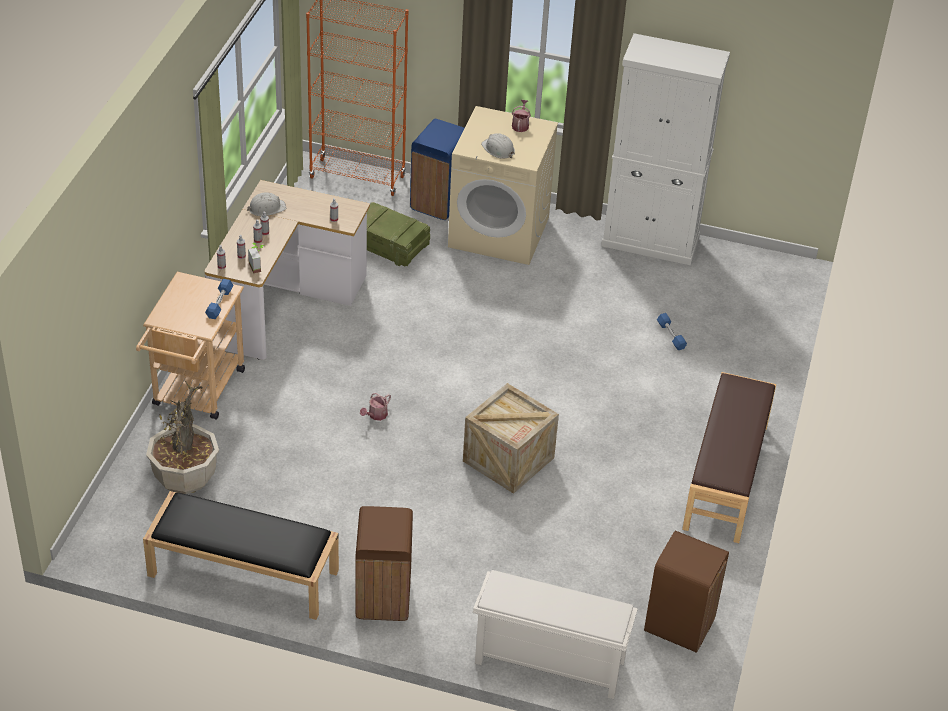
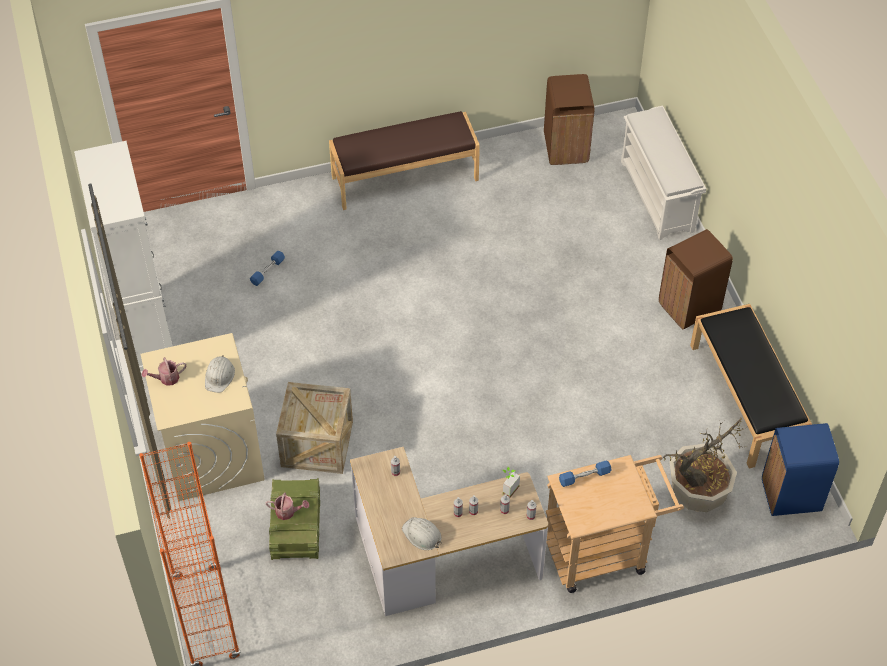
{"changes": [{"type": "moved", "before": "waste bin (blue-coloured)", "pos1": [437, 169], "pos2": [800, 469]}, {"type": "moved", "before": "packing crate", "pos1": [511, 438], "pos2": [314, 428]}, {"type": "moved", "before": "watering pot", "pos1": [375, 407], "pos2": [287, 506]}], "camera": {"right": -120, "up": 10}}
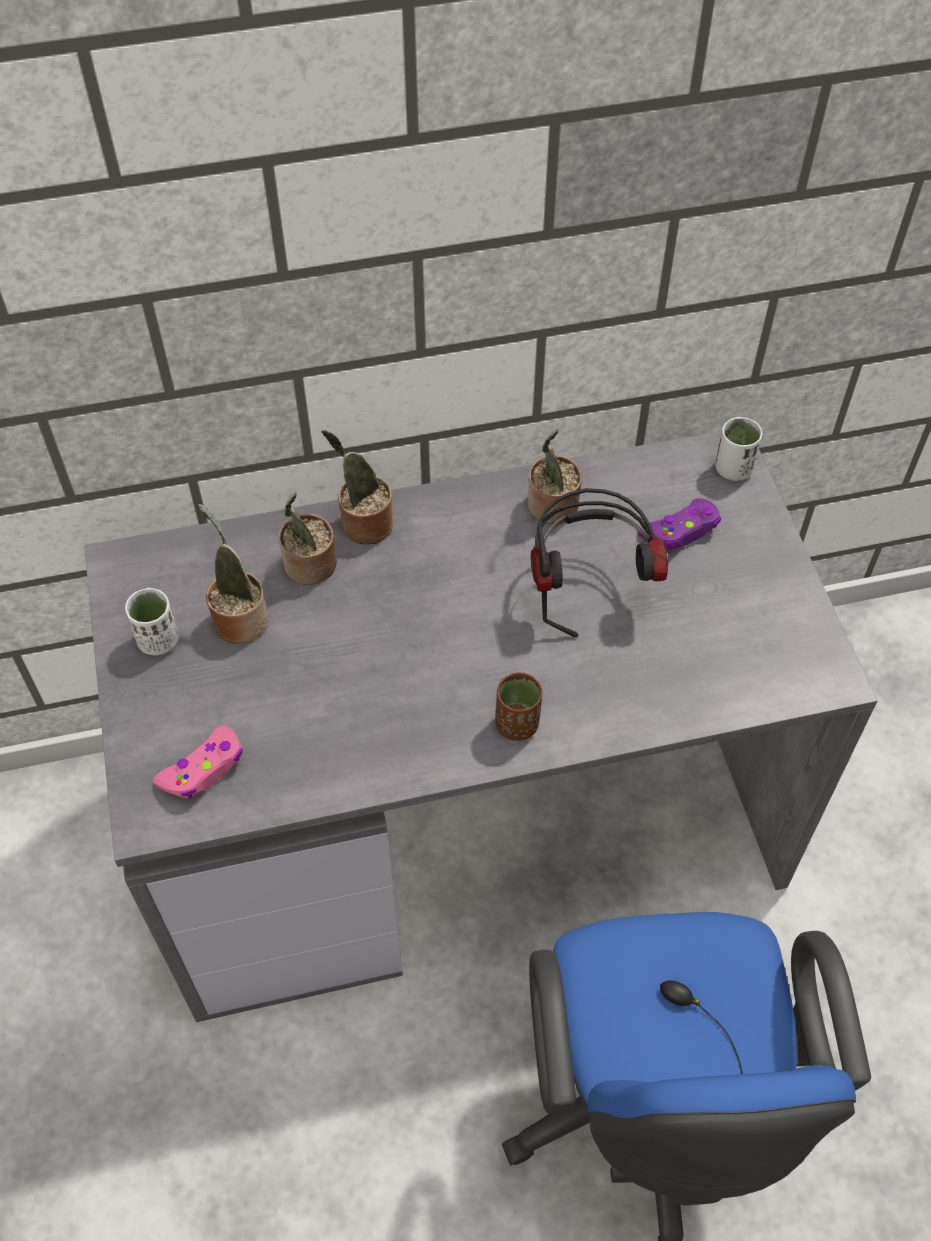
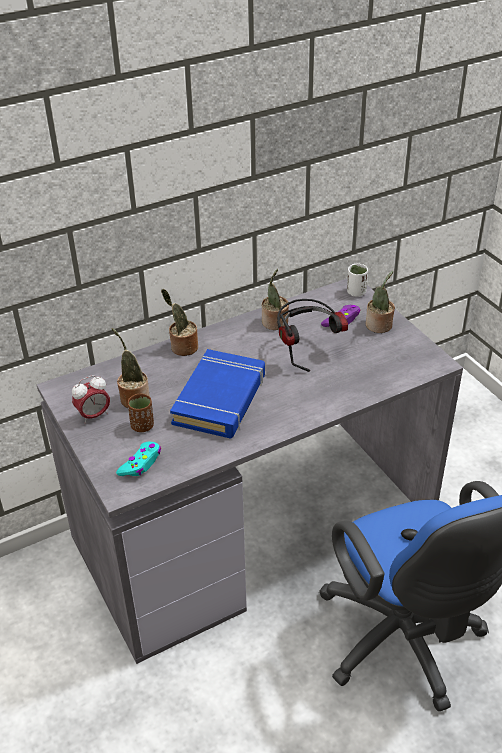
{"changes": [{"type": "moved", "before": "potted plant", "pos1": [308, 538], "pos2": [380, 302]}, {"type": "replaced", "before": "cup (whitish)", "after": "bedside clock", "pos1": [151, 621], "pos2": [91, 399]}, {"type": "moved", "before": "cup (brown)", "pos1": [518, 706], "pos2": [141, 413]}, {"type": "recoloured", "before": "gamepad (pink-coloured)", "after": "gamepad (turquoise-coloured)", "pos1": [198, 762], "pos2": [138, 459]}, {"type": "added", "after": "book (blue-coloured)", "pos2": [217, 393]}], "camera": {"right": -15, "up": -15}}
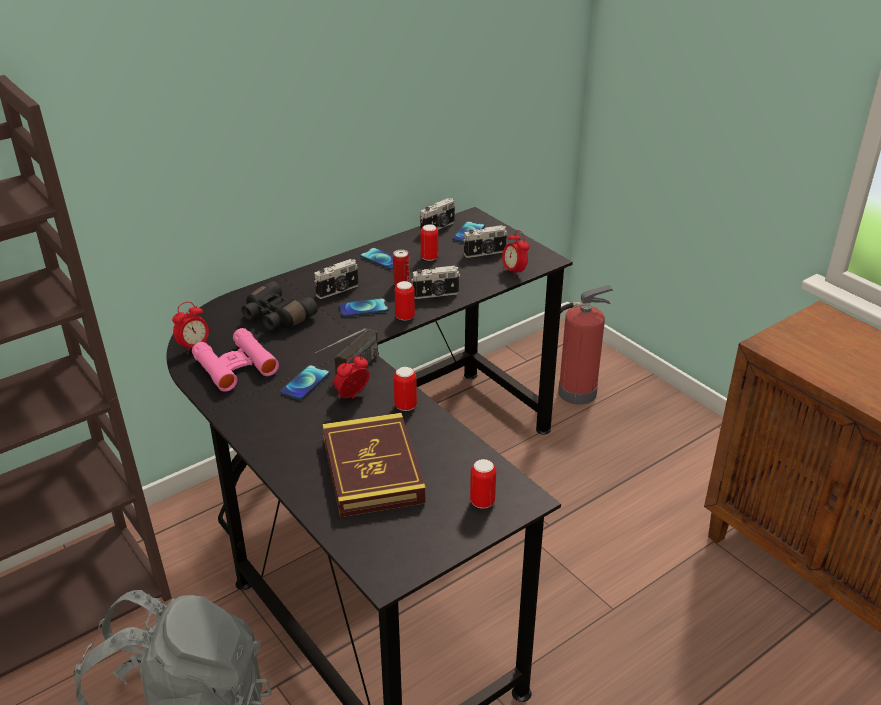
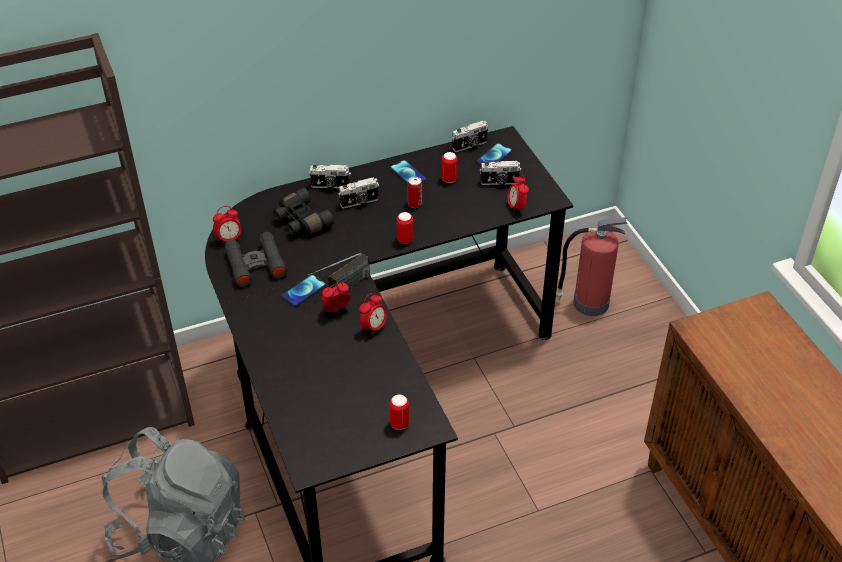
{"changes": [{"type": "moved", "before": "photo camera", "pos1": [436, 282], "pos2": [330, 176]}, {"type": "removed", "before": "telephone", "pos1": [363, 307]}, {"type": "recoloured", "before": "field glasses (pink-coloured)", "after": "field glasses (blackish)", "pos1": [235, 360], "pos2": [255, 259]}, {"type": "replaced", "before": "sealed can", "after": "bedside clock", "pos1": [405, 389], "pos2": [373, 314]}, {"type": "removed", "before": "book", "pos1": [374, 465]}], "camera": {"right": 15, "up": 10}}
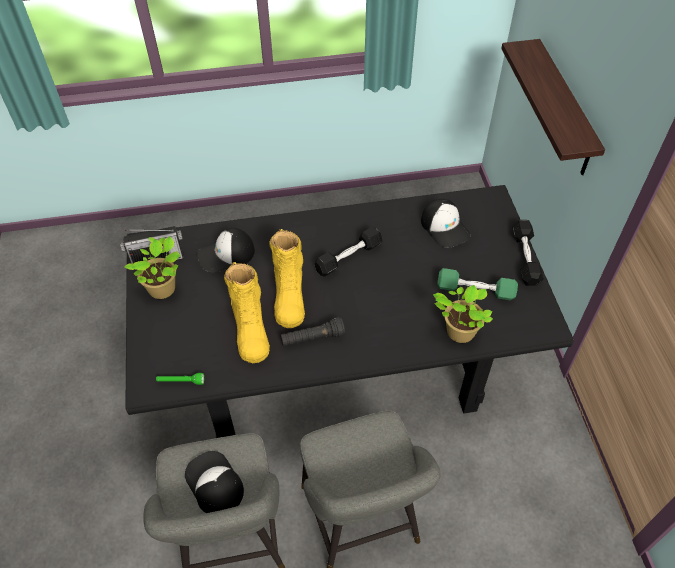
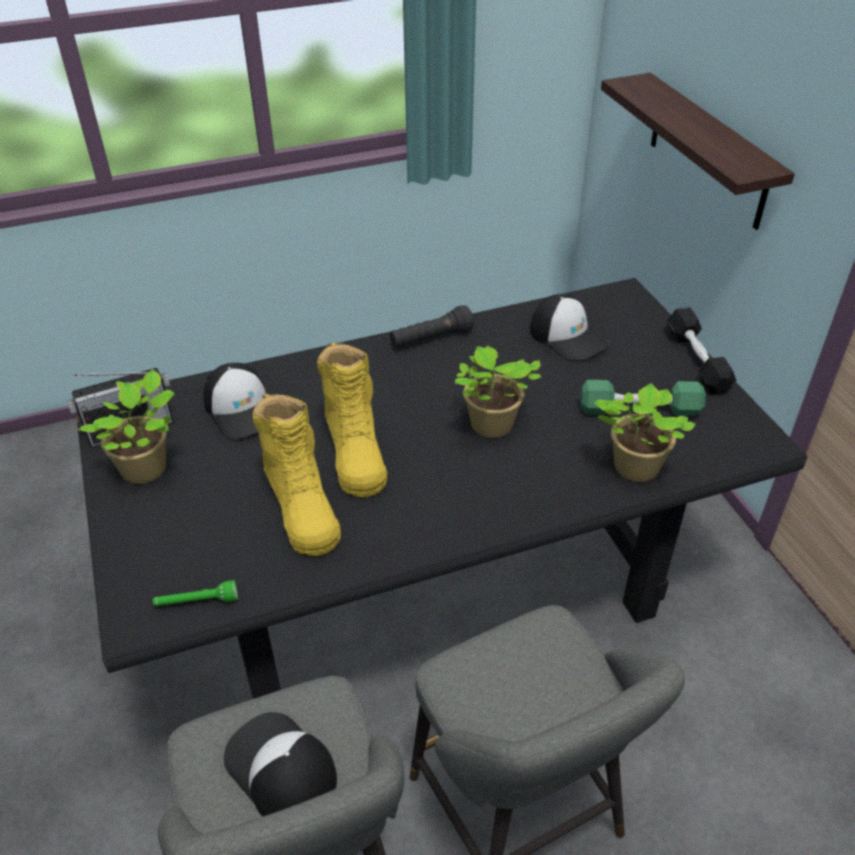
{"changes": [{"type": "removed", "before": "dumbbell (blackish)", "pos1": [348, 251]}, {"type": "turned", "before": "cap", "pos1": [226, 250], "pos2": [234, 401], "turn": -90}, {"type": "moved", "before": "hand torch (blackish)", "pos1": [312, 332], "pos2": [432, 326]}, {"type": "added", "after": "potted plant", "pos2": [498, 392]}], "camera": {"right": -10, "up": -10}}
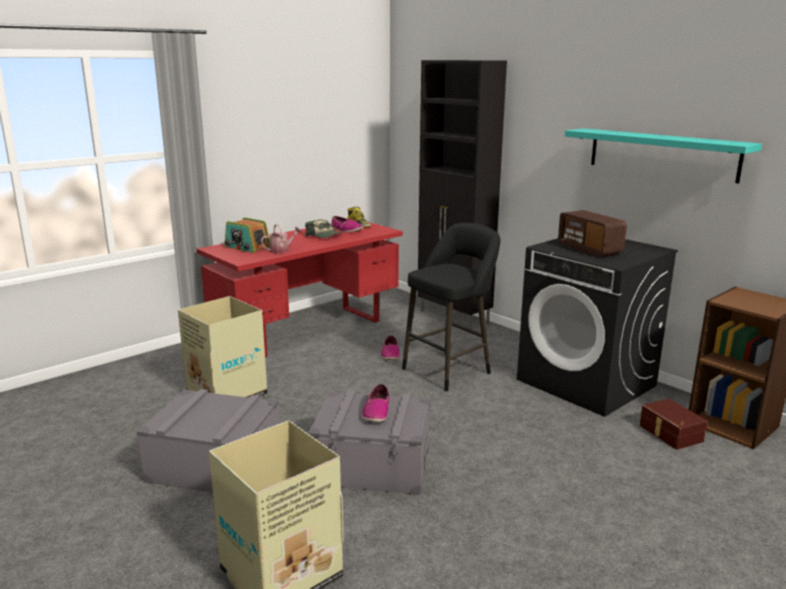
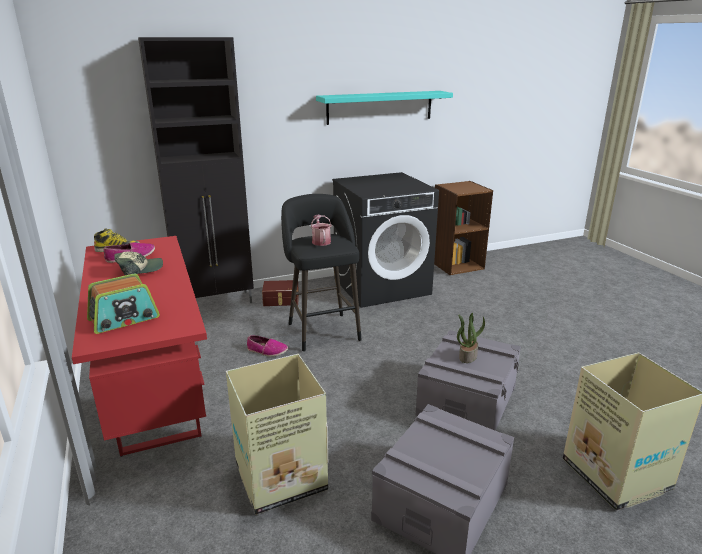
{"changes": [{"type": "removed", "before": "radio set", "pos1": [592, 233]}, {"type": "moved", "before": "watering pot", "pos1": [281, 239], "pos2": [321, 230]}, {"type": "replaced", "before": "item of footwear", "after": "potted plant", "pos1": [375, 403], "pos2": [471, 338]}, {"type": "moved", "before": "storage bin (brown)", "pos1": [673, 424], "pos2": [280, 293]}], "camera": {"right": -70, "up": 5}}
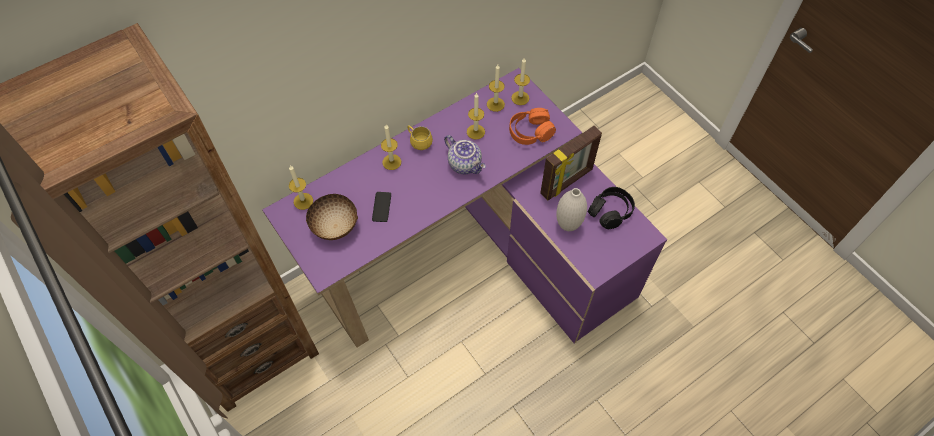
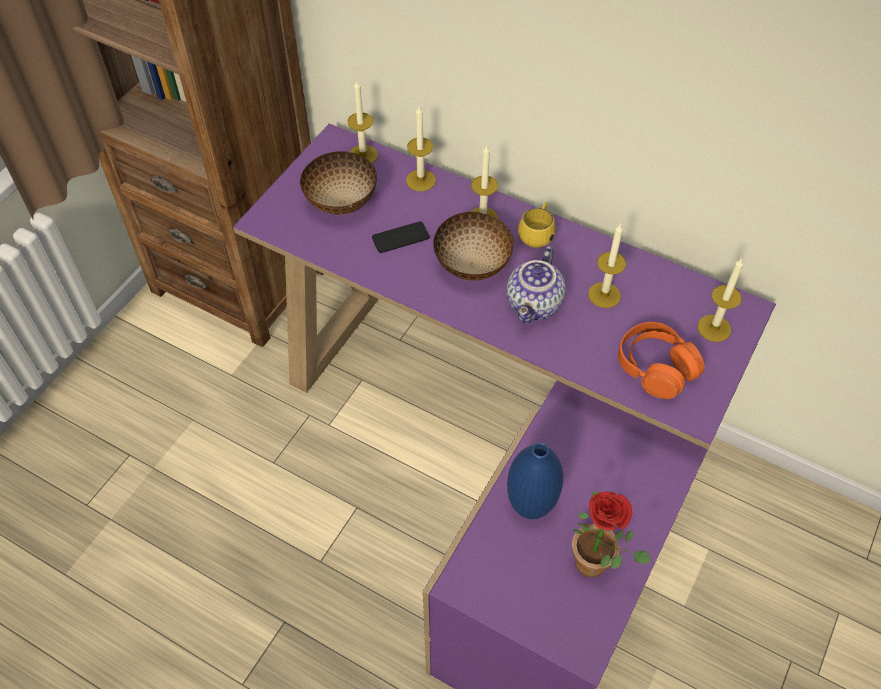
{"changes": [{"type": "moved", "before": "candle", "pos1": [496, 88], "pos2": [421, 148]}, {"type": "removed", "before": "picture frame", "pos1": [571, 163]}, {"type": "replaced", "before": "headphones (blackish)", "after": "potted plant", "pos1": [611, 208], "pos2": [611, 533]}, {"type": "recoloured", "before": "decorative vase (whitish)", "after": "decorative vase (blue-coloured)", "pos1": [571, 209], "pos2": [535, 481]}, {"type": "added", "after": "deep dish", "pos2": [473, 246]}], "camera": {"right": 65, "up": -5}}
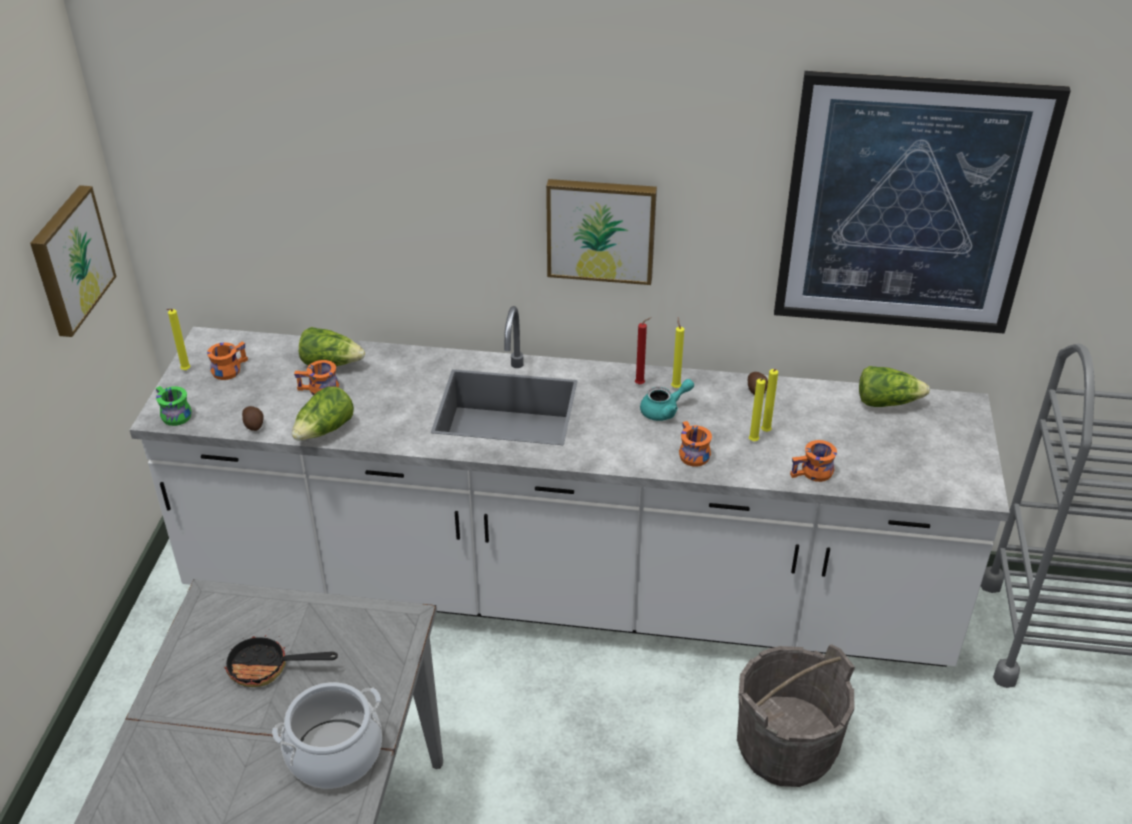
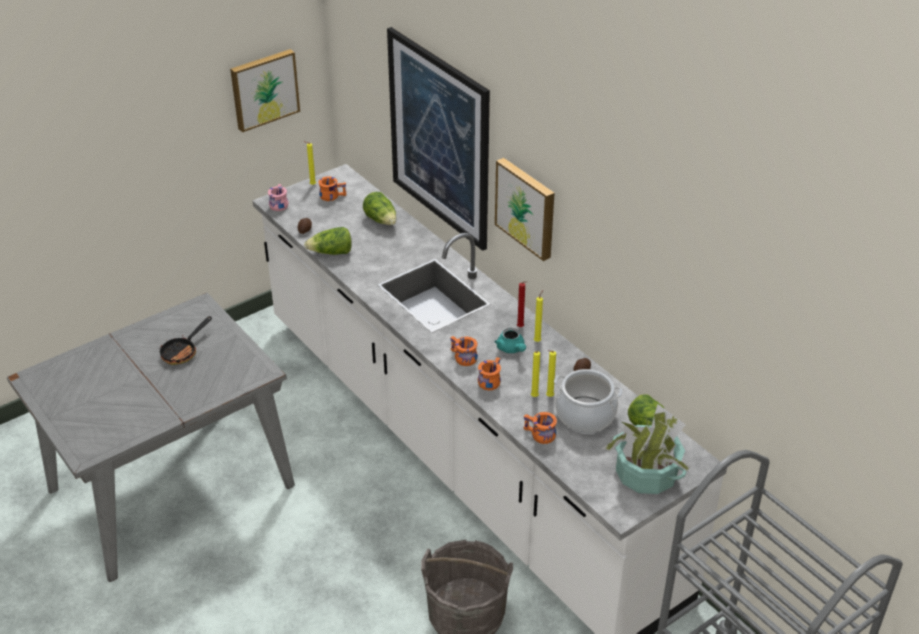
{"changes": [{"type": "moved", "before": "wall art", "pos1": [922, 202], "pos2": [438, 139]}, {"type": "moved", "before": "coffee mug (orange-coloured)", "pos1": [316, 377], "pos2": [464, 351]}, {"type": "turned", "before": "tea pot (turquoise-coloured)", "pos1": [667, 400], "pos2": [510, 340], "turn": 45}, {"type": "recoloured", "before": "coffee mug (green)", "after": "coffee mug (pink-coloured)", "pos1": [174, 406], "pos2": [278, 197]}, {"type": "turned", "before": "pan", "pos1": [281, 661], "pos2": [185, 340], "turn": -105}, {"type": "moved", "before": "saucepot", "pos1": [327, 735], "pos2": [588, 400]}, {"type": "added", "after": "potted plant", "pos2": [646, 449]}], "camera": {"right": 45, "up": 0}}
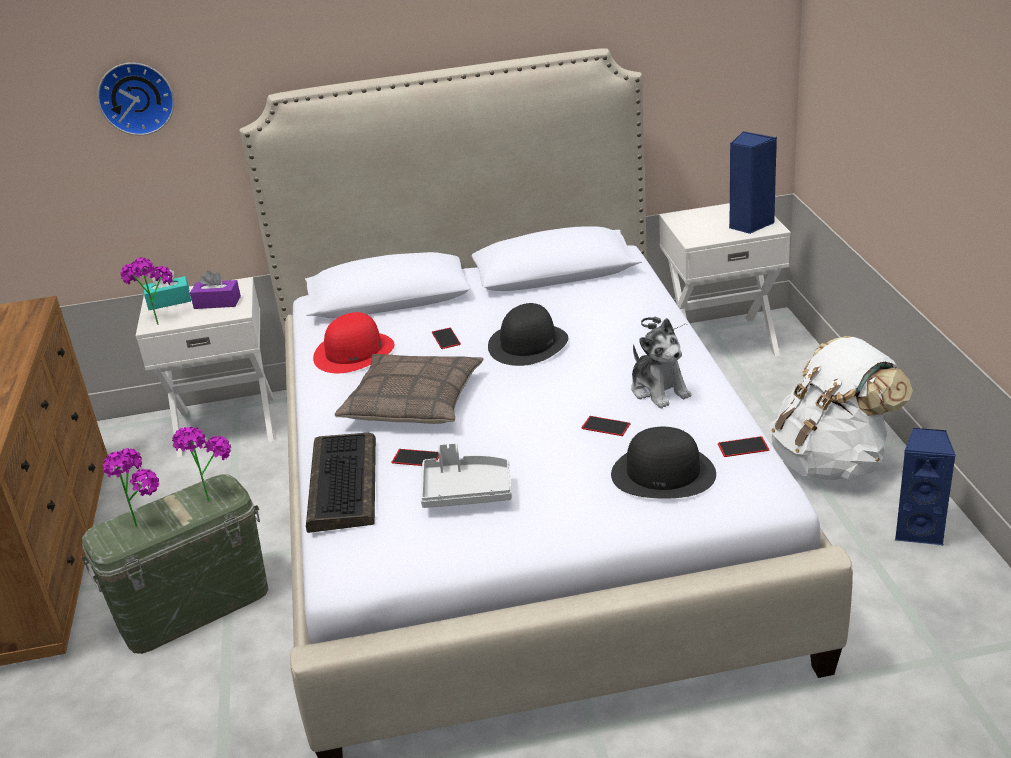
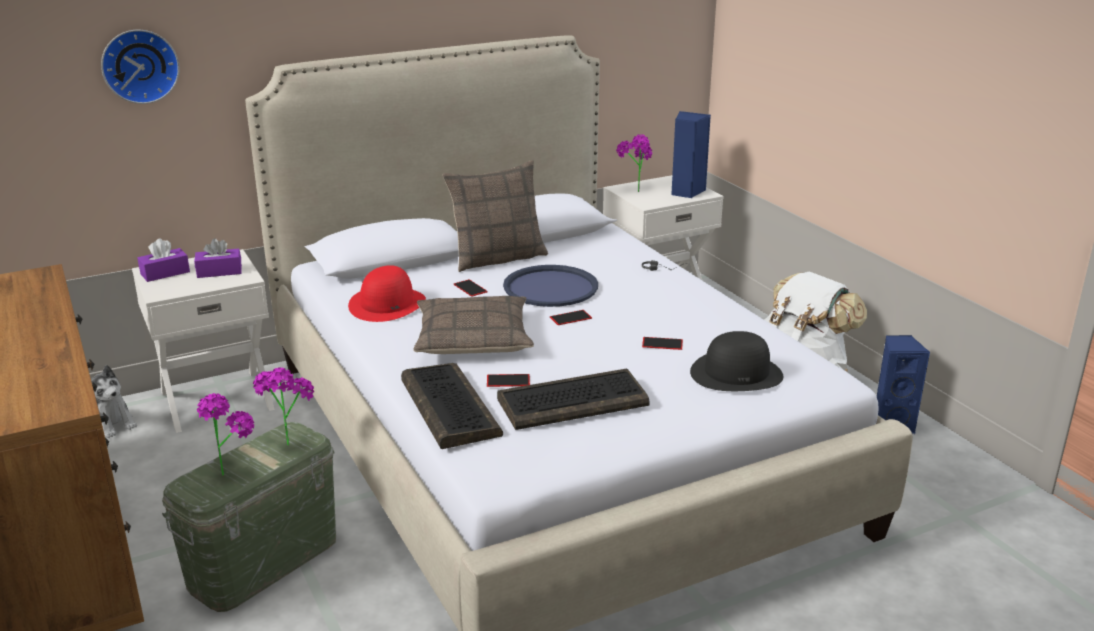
{"changes": [{"type": "moved", "before": "potted plant", "pos1": [146, 290], "pos2": [634, 163]}, {"type": "recoloured", "before": "box of tissues (turquoise-coloured)", "after": "box of tissues (purple)", "pos1": [167, 290], "pos2": [164, 260]}, {"type": "replaced", "before": "wearable hat (blackish)", "after": "serving tray (blue-coloured)", "pos1": [528, 334], "pos2": [550, 286]}, {"type": "moved", "before": "cuddly toy", "pos1": [662, 363], "pos2": [114, 401]}, {"type": "moved", "before": "telephone", "pos1": [743, 446], "pos2": [571, 317]}, {"type": "replaced", "before": "serving tray (grey)", "after": "PC keyboard", "pos1": [466, 475], "pos2": [573, 399]}, {"type": "added", "after": "pillow", "pos2": [495, 216]}], "camera": {"right": -20, "up": -5}}
